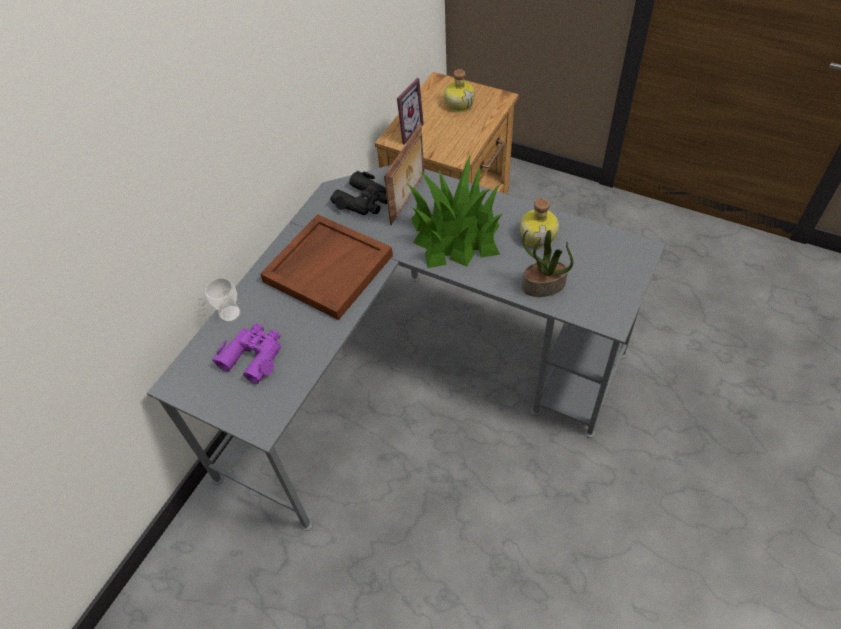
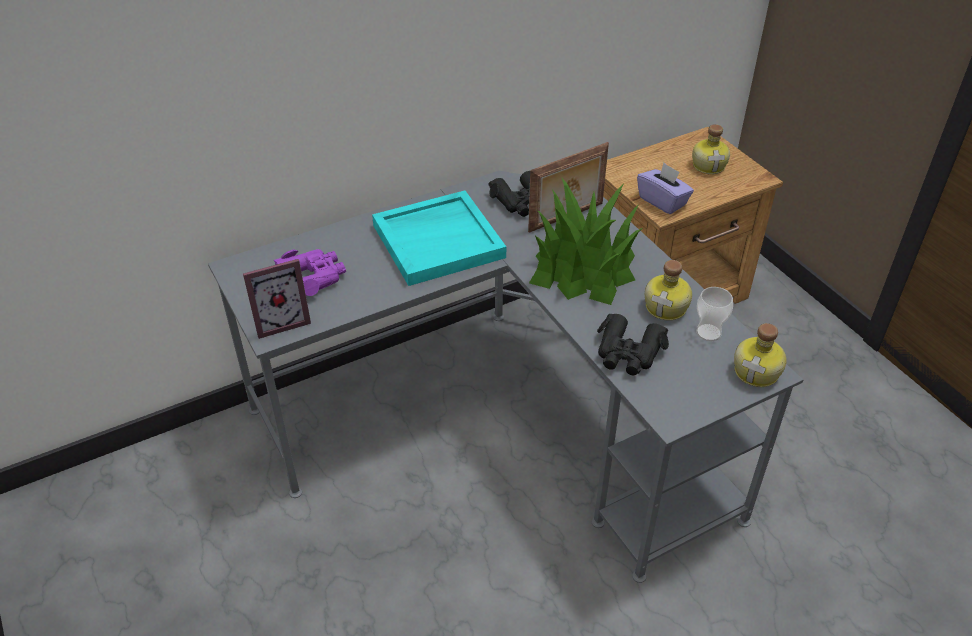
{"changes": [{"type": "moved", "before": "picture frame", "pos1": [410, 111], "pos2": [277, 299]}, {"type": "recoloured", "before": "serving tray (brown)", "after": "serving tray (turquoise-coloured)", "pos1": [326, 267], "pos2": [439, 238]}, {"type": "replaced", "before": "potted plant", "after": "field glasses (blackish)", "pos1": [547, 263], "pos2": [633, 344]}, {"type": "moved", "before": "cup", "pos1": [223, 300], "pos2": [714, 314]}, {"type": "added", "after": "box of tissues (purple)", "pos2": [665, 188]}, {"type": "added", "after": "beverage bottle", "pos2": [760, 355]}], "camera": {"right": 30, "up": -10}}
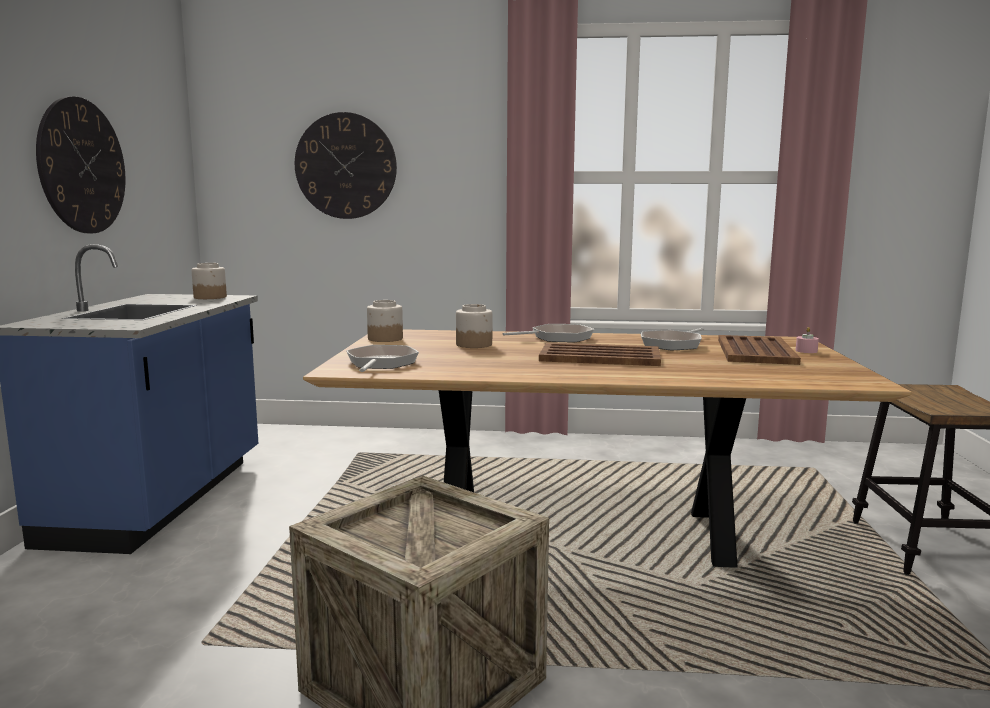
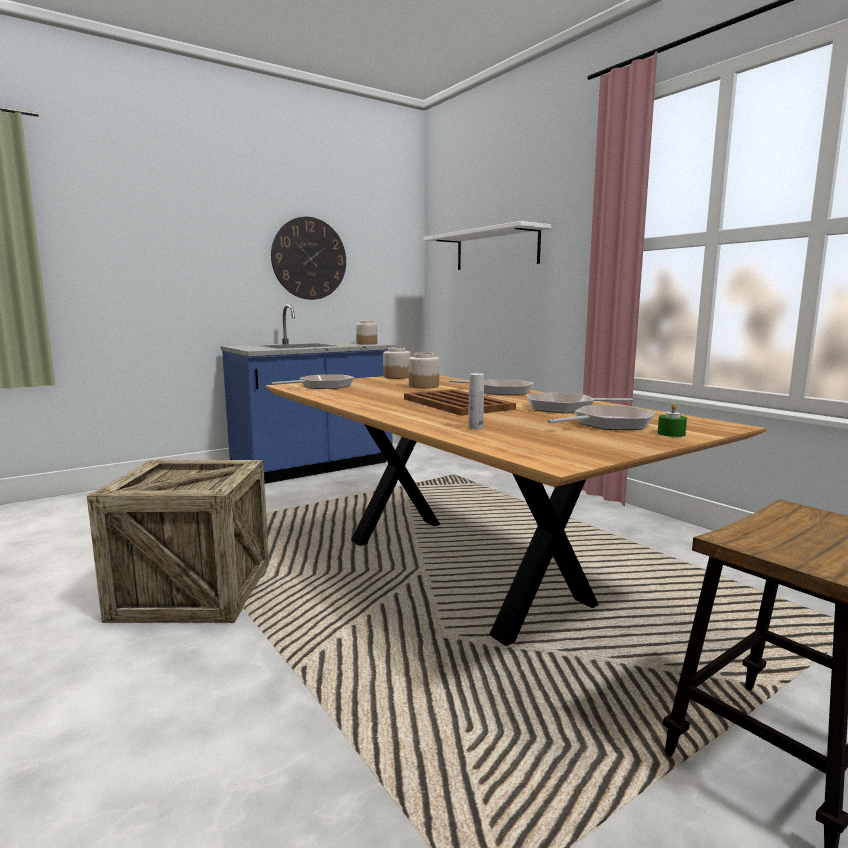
{"changes": [{"type": "replaced", "before": "clock on the wall", "after": "bracket shelf (whitish)", "pos1": [346, 165], "pos2": [487, 245]}, {"type": "recoloured", "before": "candle (pink-coloured)", "after": "candle (green)", "pos1": [807, 340], "pos2": [672, 420]}, {"type": "replaced", "before": "serving tray (brown)", "after": "pan", "pos1": [759, 350], "pos2": [601, 417]}, {"type": "added", "after": "beverage bottle (whitish)", "pos2": [476, 401]}], "camera": {"right": 50, "up": 0}}
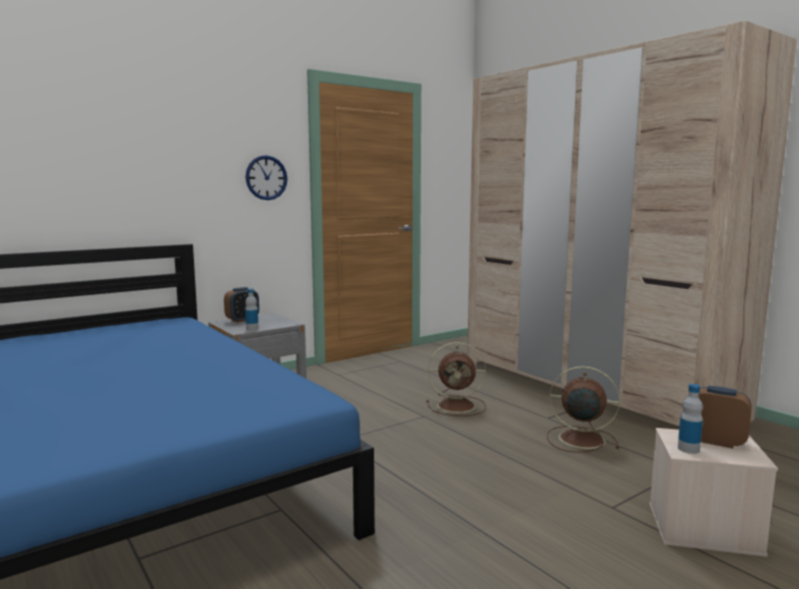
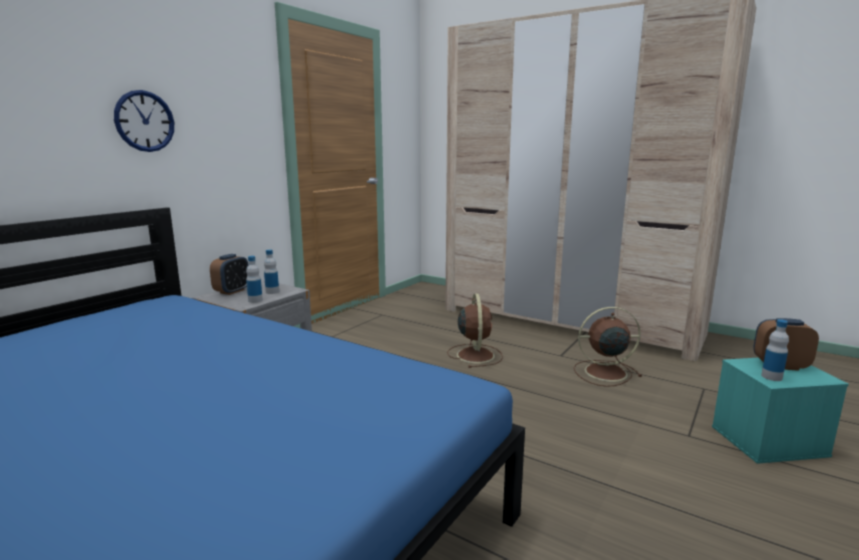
{"changes": [{"type": "moved", "before": "clock on the wall", "pos1": [266, 177], "pos2": [144, 121]}, {"type": "turned", "before": "fan (brown)", "pos1": [456, 379], "pos2": [475, 331], "turn": -75}, {"type": "recoloured", "before": "storage bin (sand-coloured)", "after": "storage bin (turquoise-coloured)", "pos1": [713, 492], "pos2": [780, 411]}, {"type": "added", "after": "beverage bottle", "pos2": [271, 272]}], "camera": {"right": -20, "up": 5}}
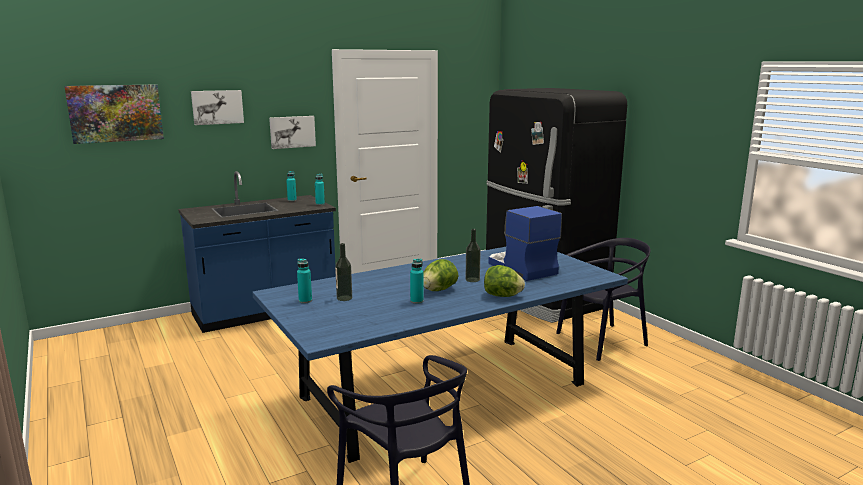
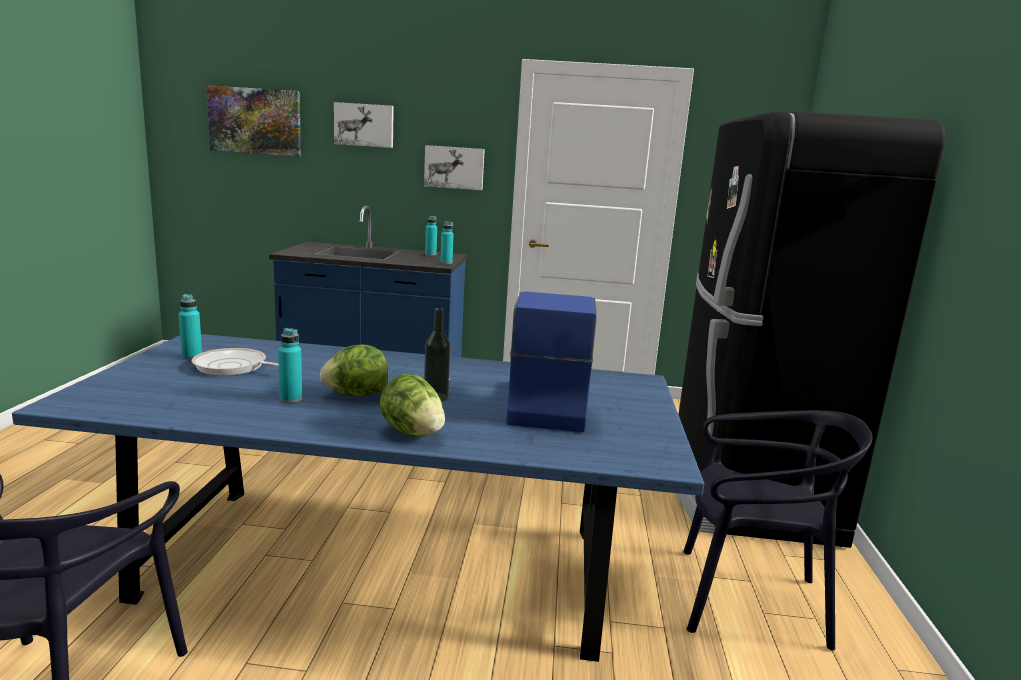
{"changes": [{"type": "replaced", "before": "beverage bottle", "after": "pan", "pos1": [343, 272], "pos2": [235, 362]}], "camera": {"right": 35, "up": 0}}
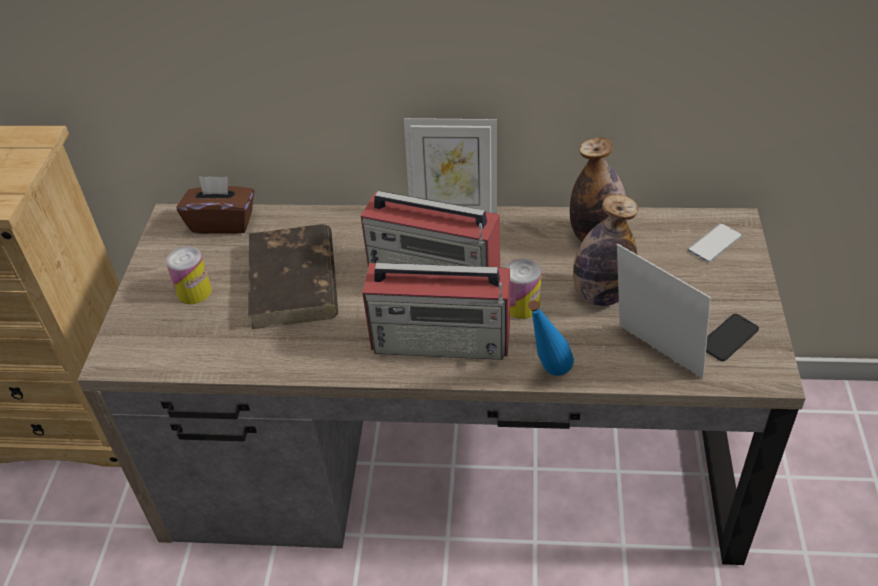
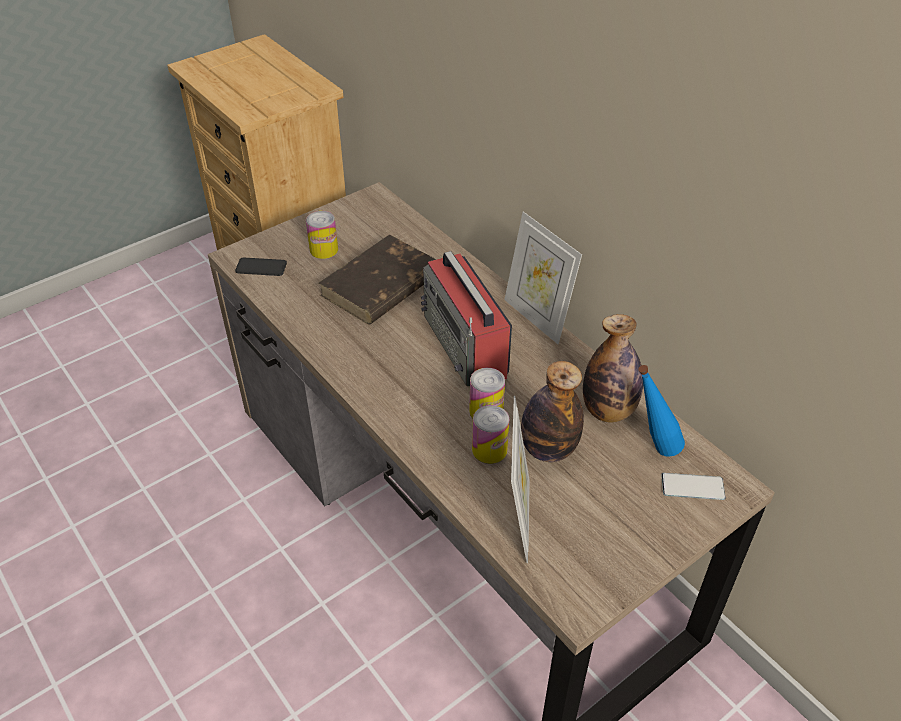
{"changes": [{"type": "removed", "before": "box of tissues (brown)", "pos1": [215, 205]}, {"type": "removed", "before": "radio set", "pos1": [436, 311]}, {"type": "moved", "before": "beverage bottle (blue-coloured)", "pos1": [551, 338], "pos2": [661, 411]}, {"type": "moved", "before": "telephone", "pos1": [732, 337], "pos2": [261, 266]}, {"type": "added", "after": "sealed can", "pos2": [491, 434]}], "camera": {"right": 45, "up": 0}}
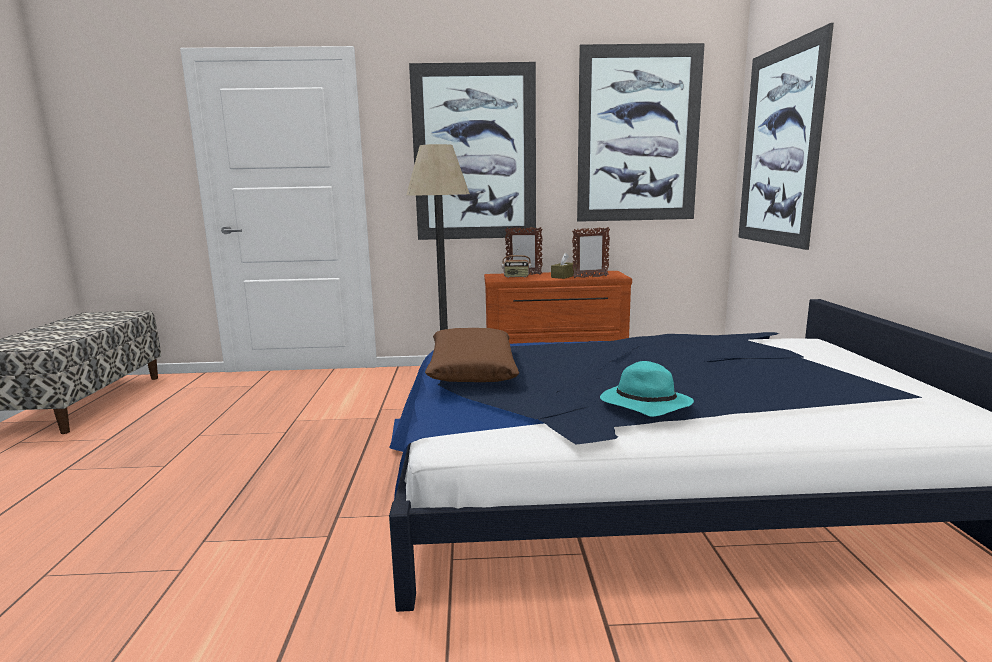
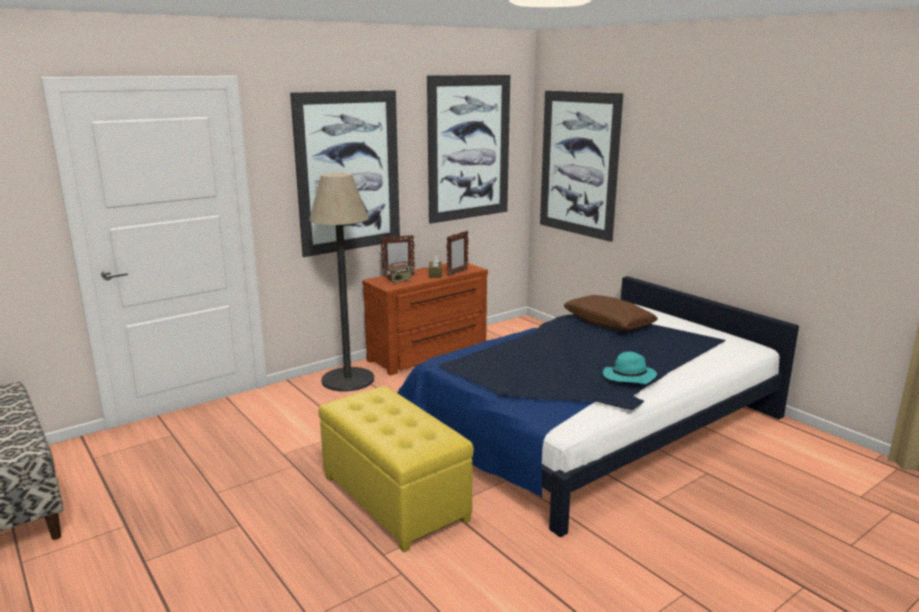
{"changes": [{"type": "moved", "before": "pillow (brown)", "pos1": [472, 355], "pos2": [611, 312]}, {"type": "added", "after": "ottoman (yellow)", "pos2": [396, 469]}], "camera": {"right": -35, "up": 5}}
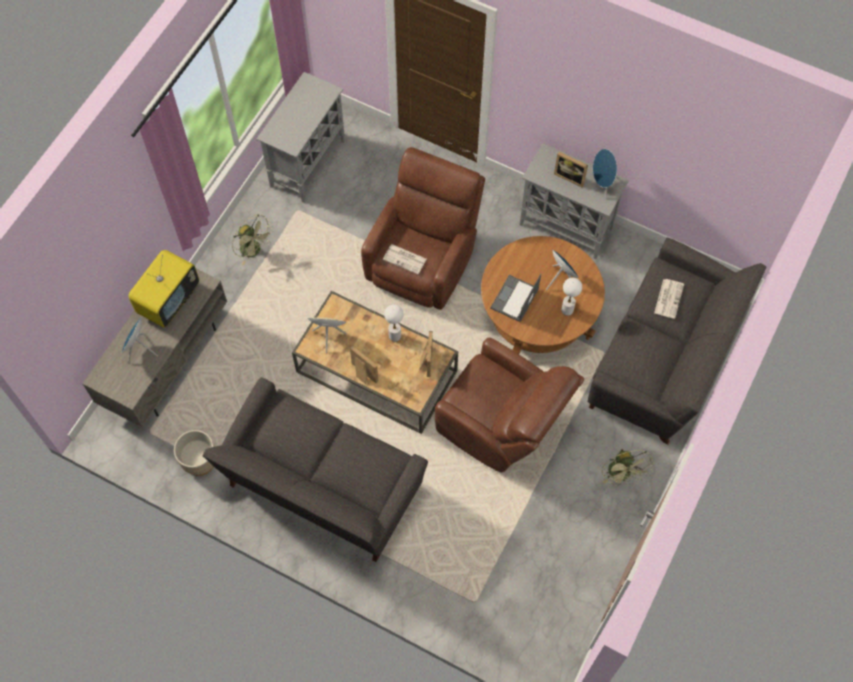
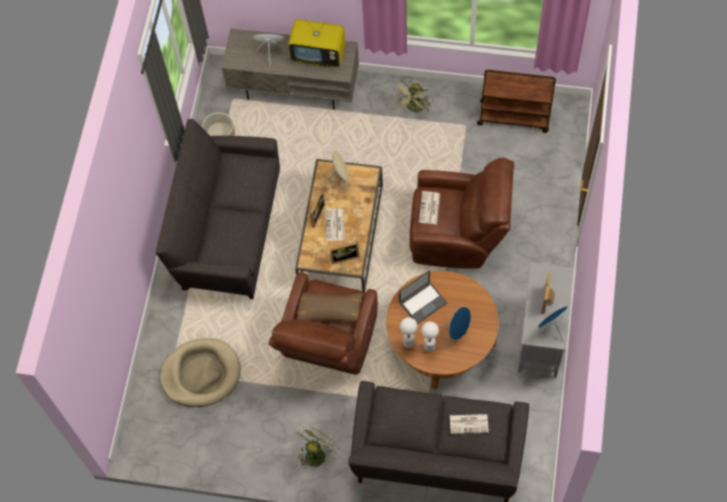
{"changes": [{"type": "replaced", "before": "storage cabinet (grey)", "after": "cart (brown)", "pos1": [301, 137], "pos2": [516, 101]}, {"type": "turned", "before": "notebook computer", "pos1": [515, 298], "pos2": [423, 297], "turn": 135}, {"type": "moved", "before": "tabletop lamp (whitish)", "pos1": [394, 323], "pos2": [408, 332]}, {"type": "turned", "before": "fan (green)", "pos1": [628, 467], "pos2": [317, 446], "turn": 150}, {"type": "added", "after": "daily paper", "pos2": [335, 224]}, {"type": "added", "after": "pillow (brown)", "pos2": [330, 307]}, {"type": "added", "after": "dog cushion (sand-coloured)", "pos2": [200, 372]}], "camera": {"right": 75, "up": 0}}
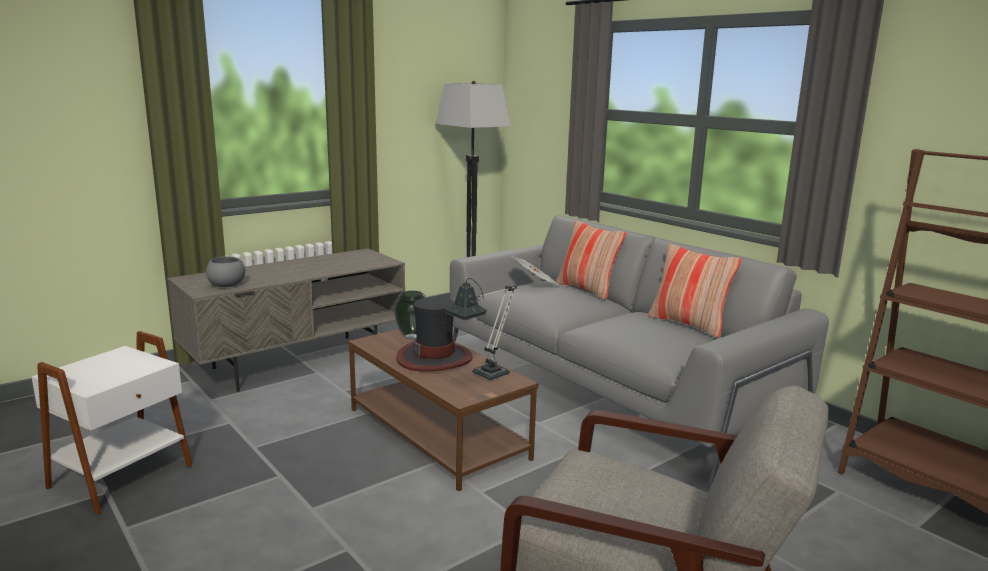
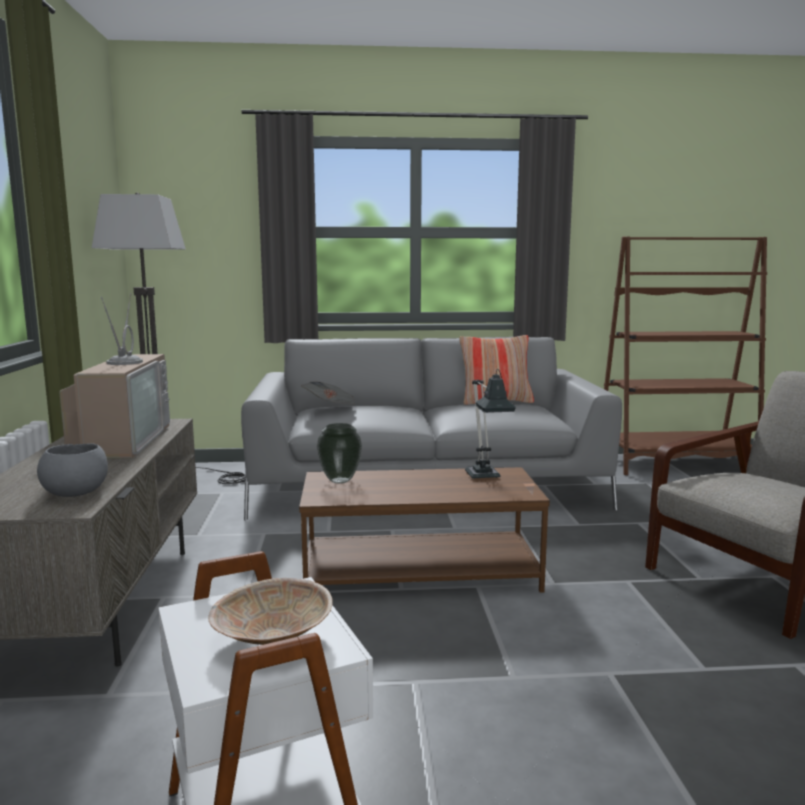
{"changes": [{"type": "removed", "before": "pillow", "pos1": [591, 260]}, {"type": "removed", "before": "wearable hat", "pos1": [434, 334]}, {"type": "added", "after": "TV", "pos2": [114, 376]}, {"type": "added", "after": "deep dish (sand-coloured)", "pos2": [270, 611]}], "camera": {"right": -55, "up": -5}}
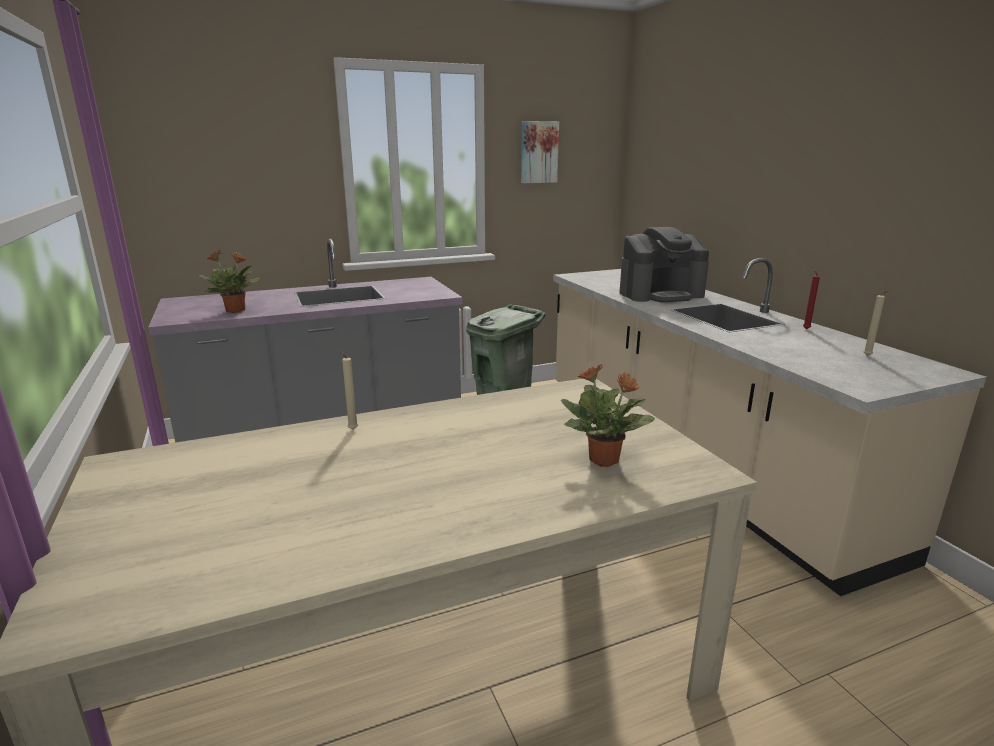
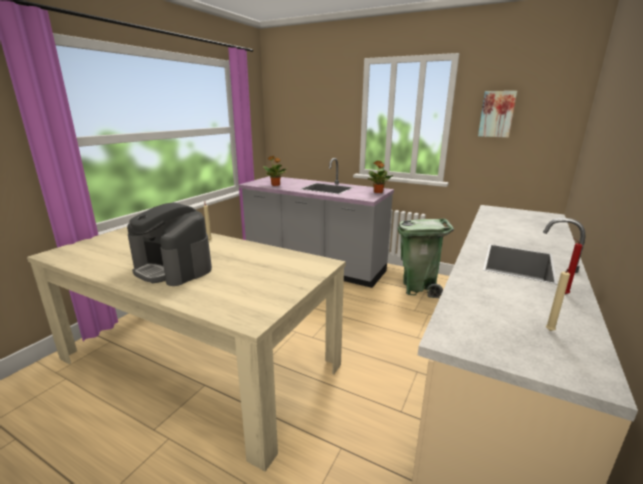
{"changes": [{"type": "moved", "before": "coffee machine", "pos1": [664, 264], "pos2": [169, 244]}, {"type": "moved", "before": "potted plant", "pos1": [608, 415], "pos2": [380, 177]}], "camera": {"right": 50, "up": 0}}
